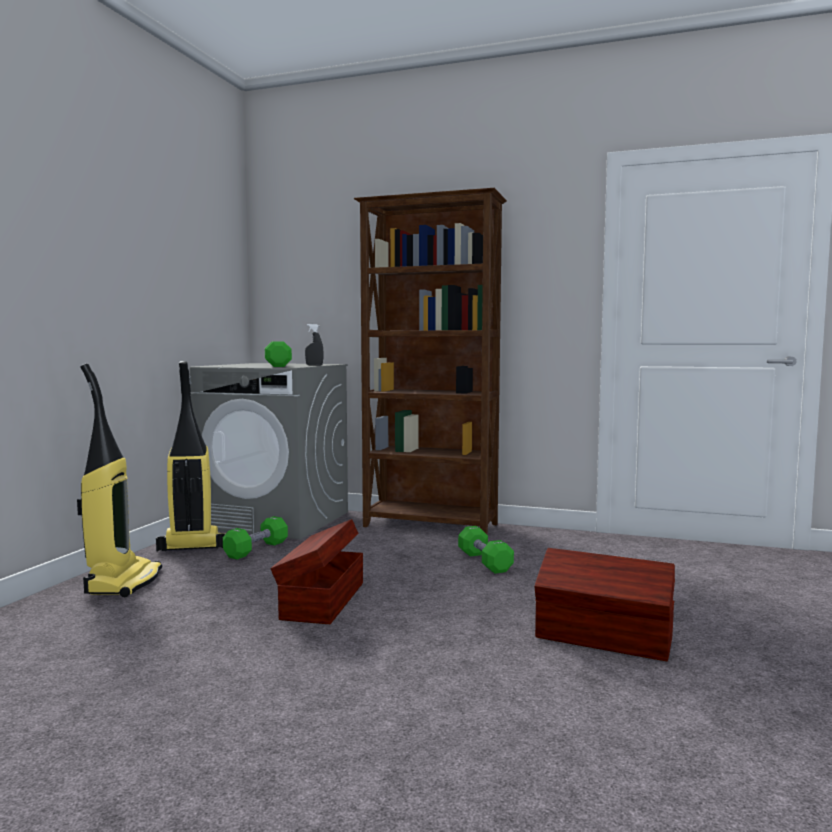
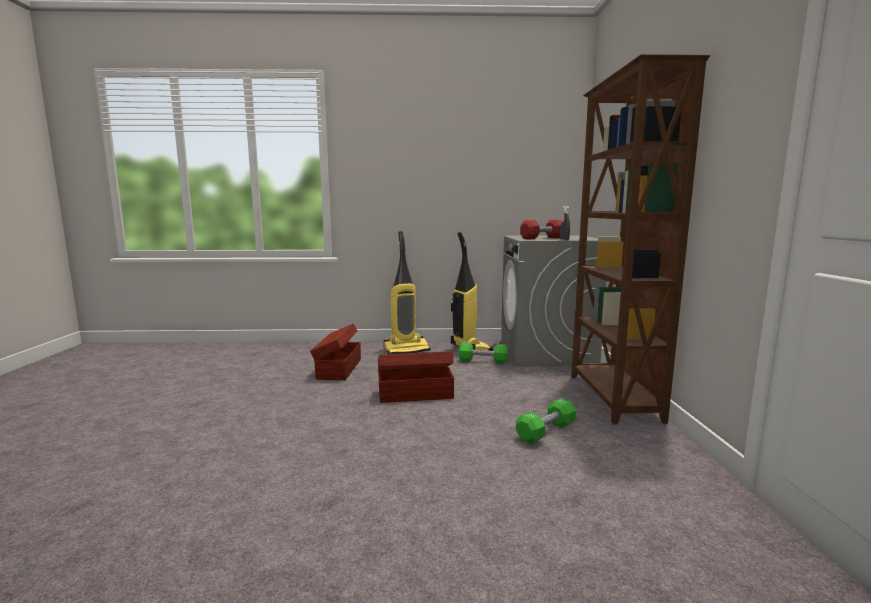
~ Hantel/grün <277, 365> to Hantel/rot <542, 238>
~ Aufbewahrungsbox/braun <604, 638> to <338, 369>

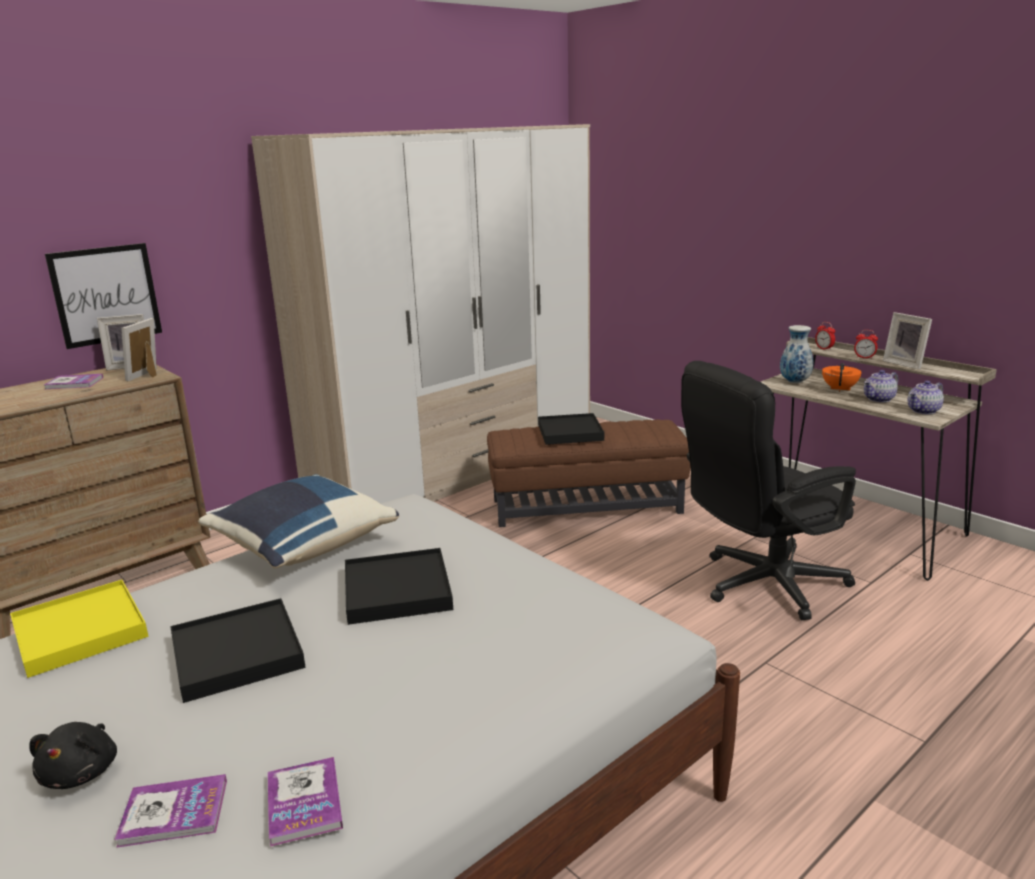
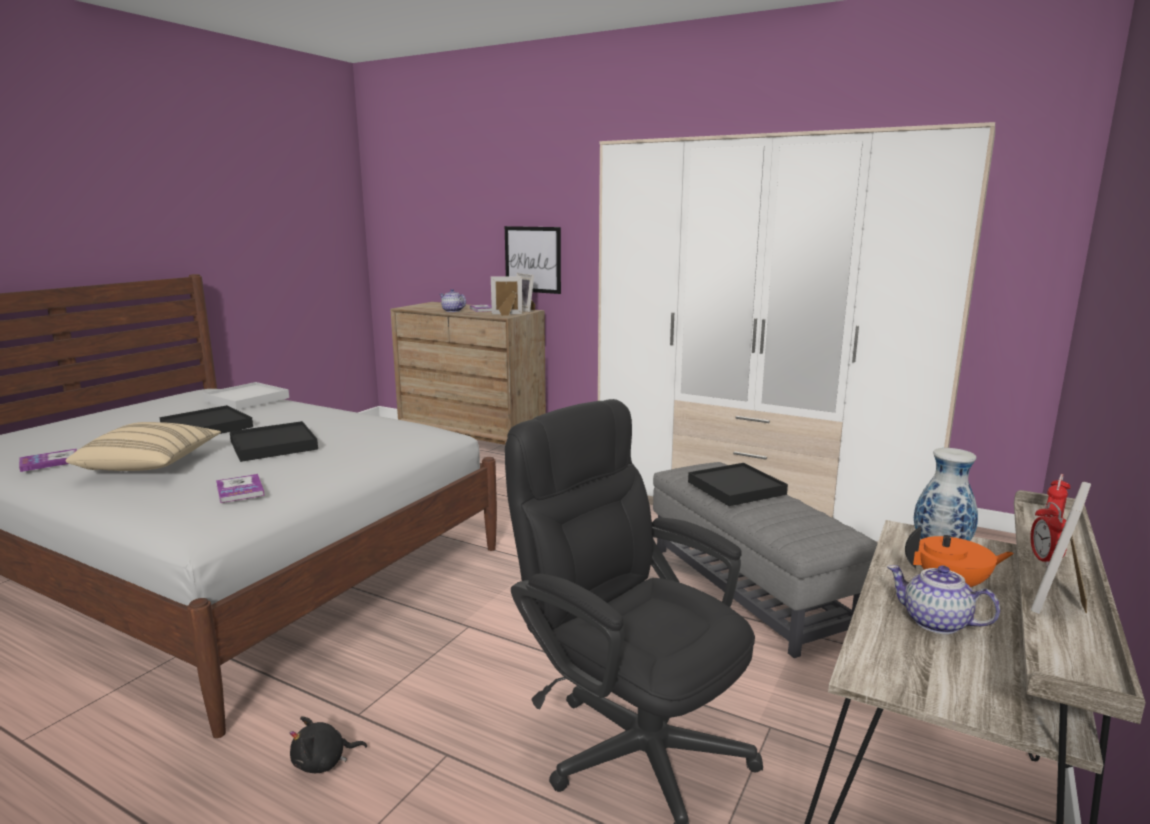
~ Tablett/gelb <80, 632> to Tablett/weiß <246, 399>
~ Plüschtier/schwarz <82, 772> to <323, 762>
~ Buch <174, 813> to <240, 490>
- Kissen/blau <301, 545>
~ Polsterhocker/braun <586, 506> to Polsterhocker/grau <748, 588>
~ Teekanne <923, 411> to <452, 311>
+ Kissen/beige <150, 465>

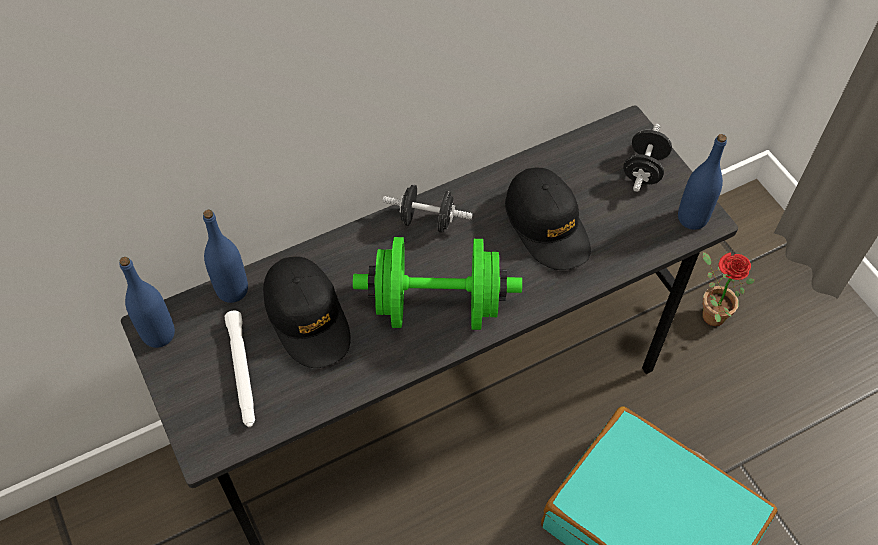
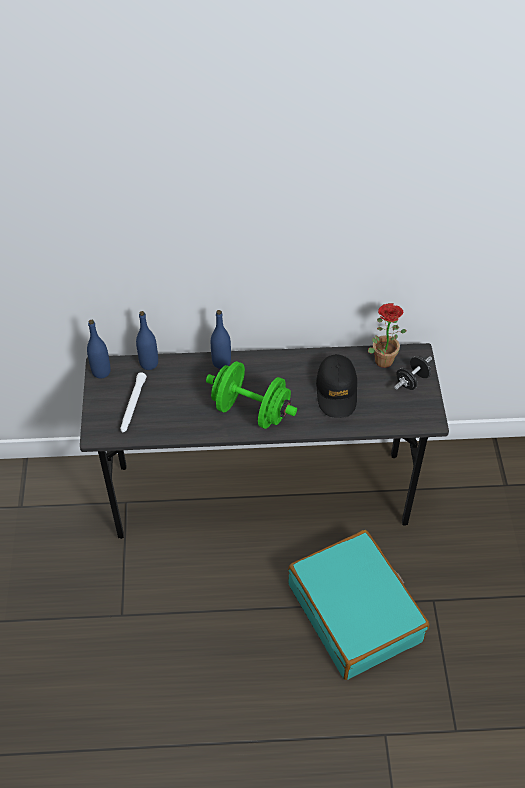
- Kappe/schwarz <308, 318>
- Hantel/schwarz <427, 220>
~ Flasche/blau <692, 218> to <221, 362>
~ Topfpflanze <709, 313> to <381, 357>

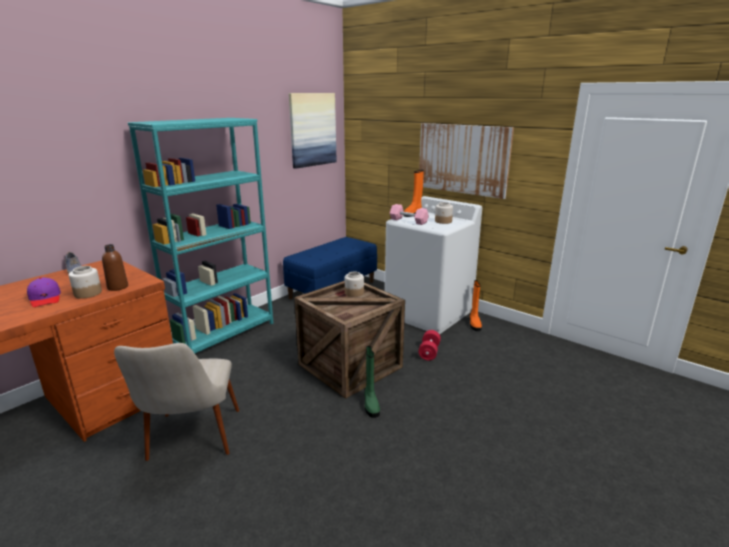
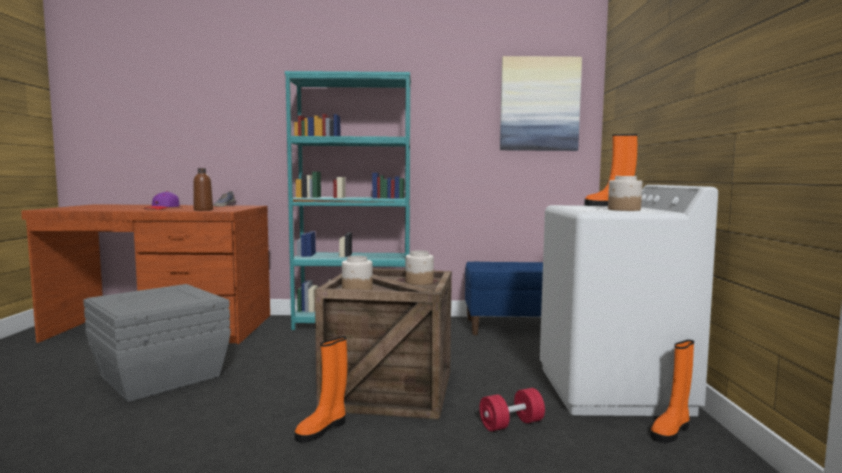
~ Vorratsglas <87, 293> to <356, 290>
~ Stuhl/beige <191, 445> to Aufbewahrungsbox/grau <161, 375>
~ Stiefel/grün <370, 404> to Stiefel/orange <322, 429>
- Hantel/rosa <408, 221>
- Bild <462, 159>

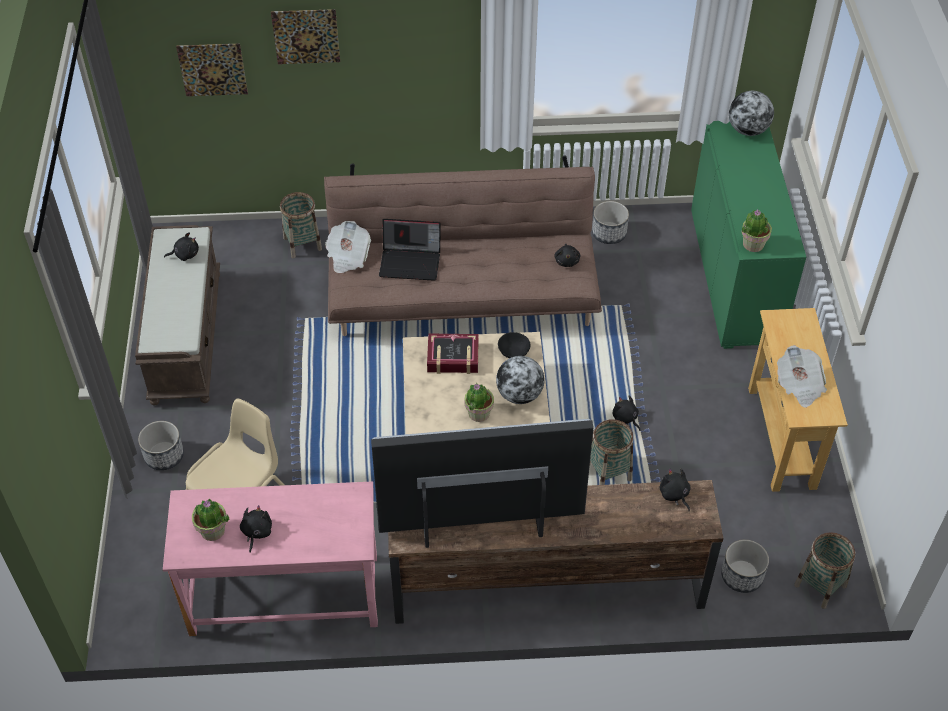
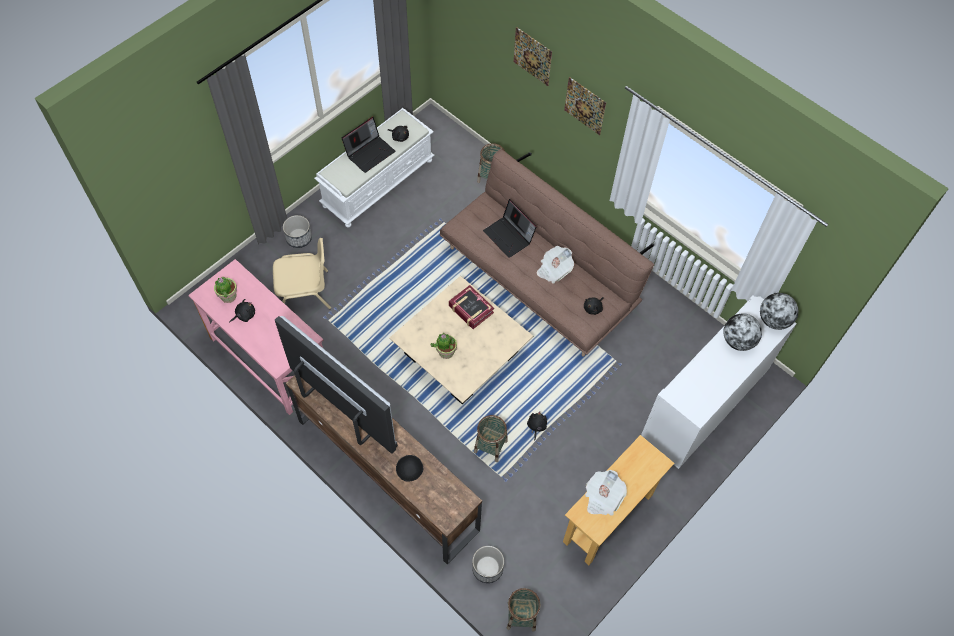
~ Bank/braun <185, 336> to Bank/weiß <378, 182>
~ Bild <212, 69> to <585, 106>
~ Zeitung <348, 256> to <554, 270>
~ Globus <519, 394> to <738, 340>
~ Schüssel/schwarz <513, 352> to <409, 471>
- Pflanzkübel <609, 233>
- Plüschtier/schwarz <674, 495>
~ Schrank/grün <734, 276> to Schrank/weiß <705, 403>
- Topfpflanze <752, 244>
+ Laptop <370, 152>

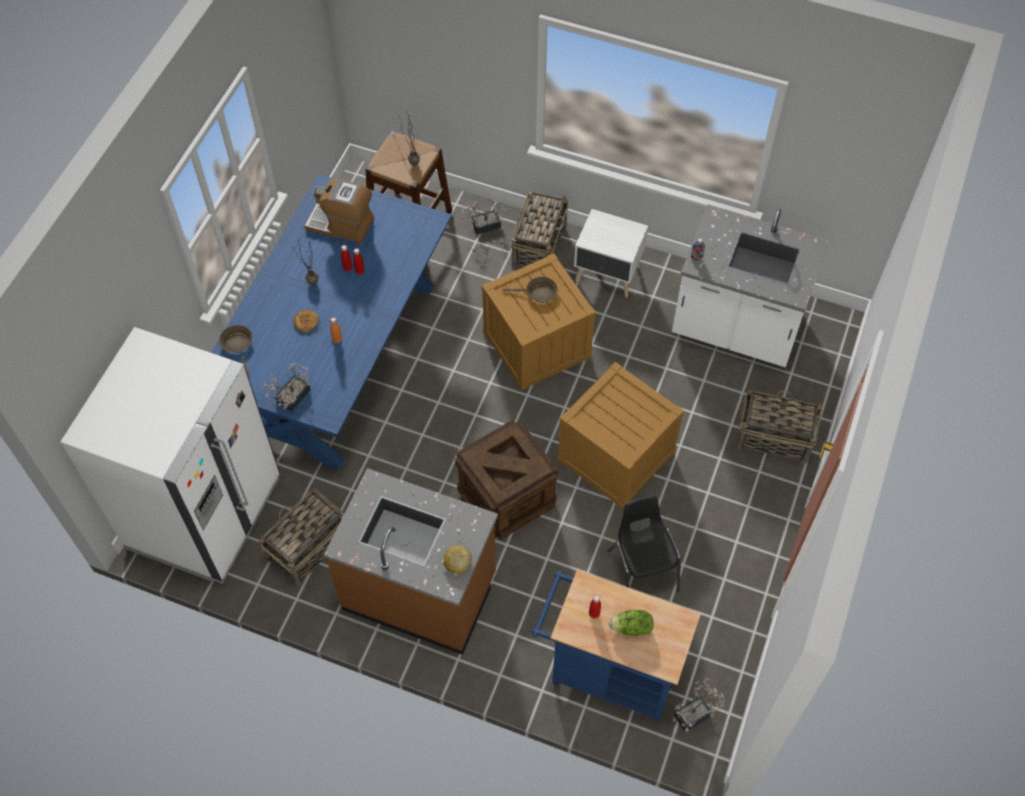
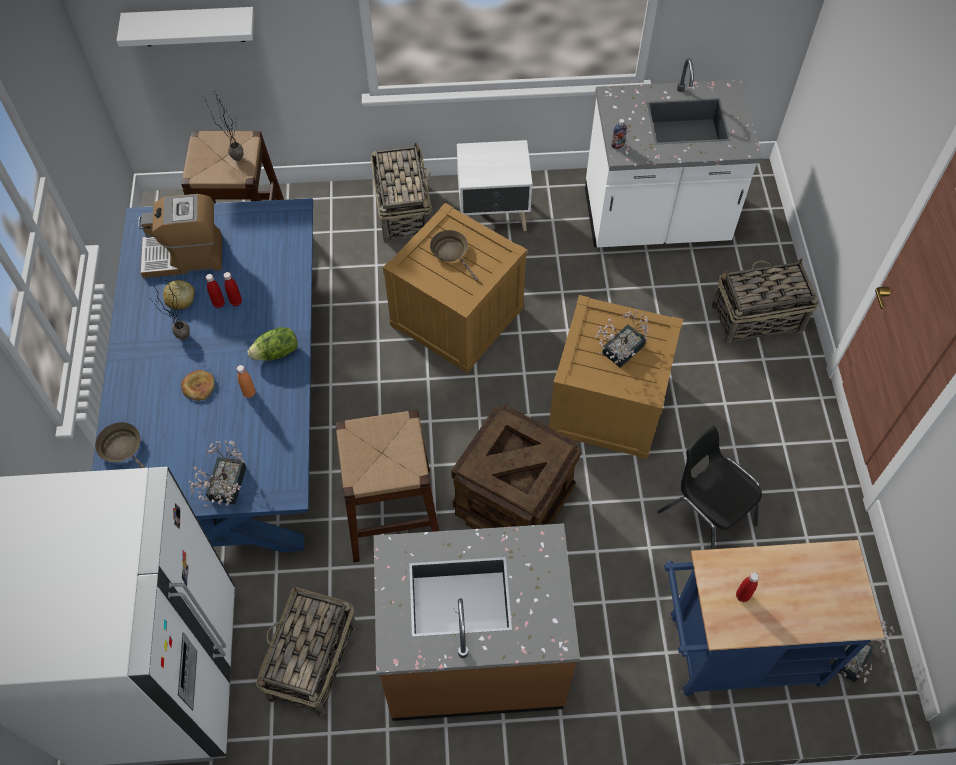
~ Brot <457, 562> to <180, 299>
~ Topfpflanze <482, 225> to <619, 352>
~ Pfanne/braun <538, 293> = <451, 252> 105 degrees counterclockwise
~ Salatkopf <631, 628> to <276, 353>
+ Wandregal/weiß <191, 26>
+ Hocker/braun <392, 513>

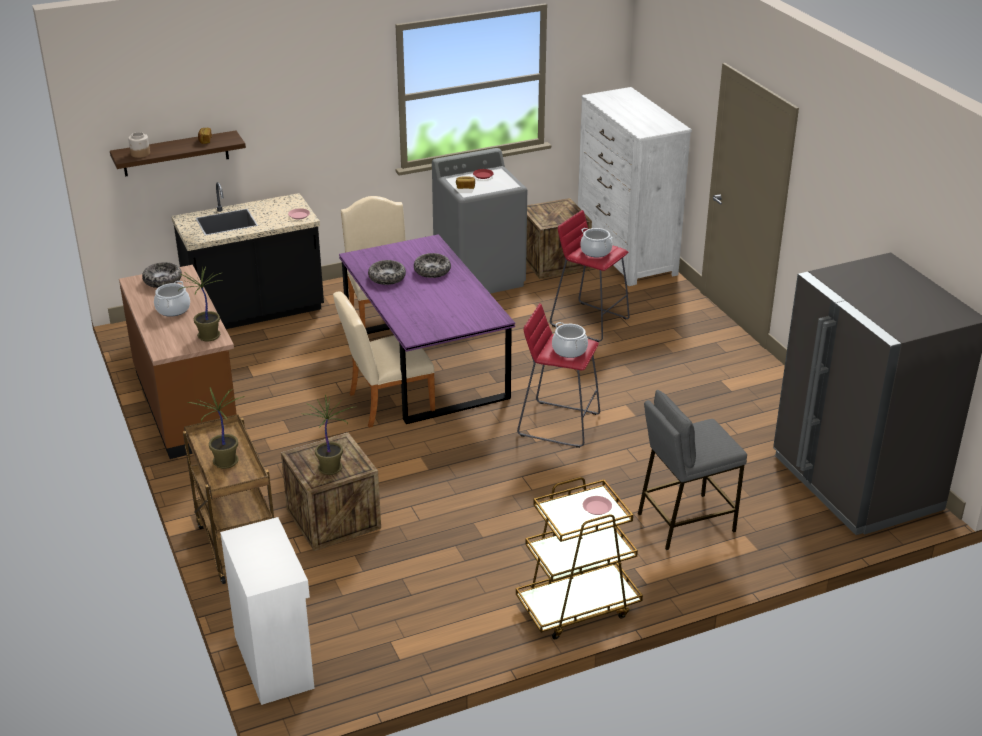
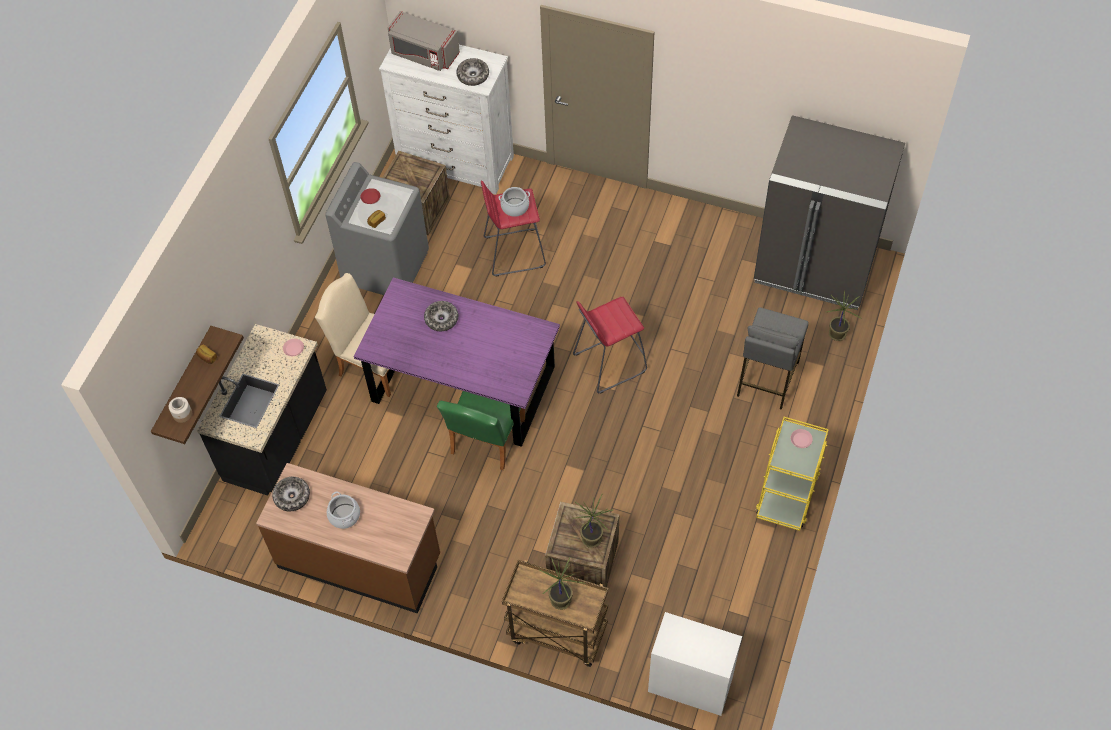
~ Topfpflanze <208, 337> to <837, 335>
~ Stuhl/beige <385, 404> to Stuhl/grün <485, 441>
~ Schüssel <387, 277> to <473, 75>
~ Rollwagen/braun <577, 607> to Rollwagen/gelb <787, 493>
- Kochtopf <569, 350>
+ Mikrowelle/grau <424, 54>

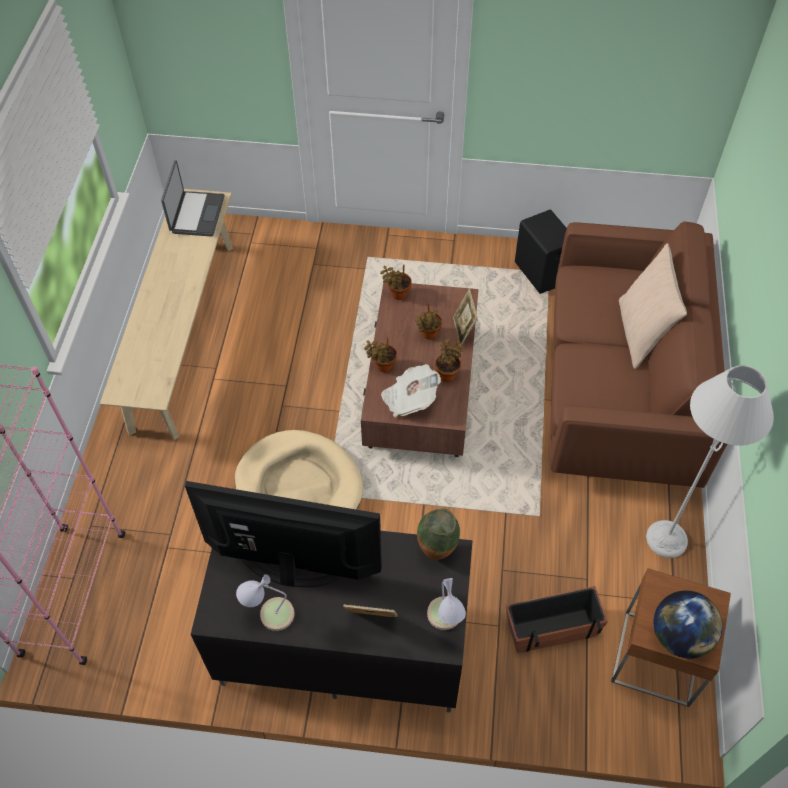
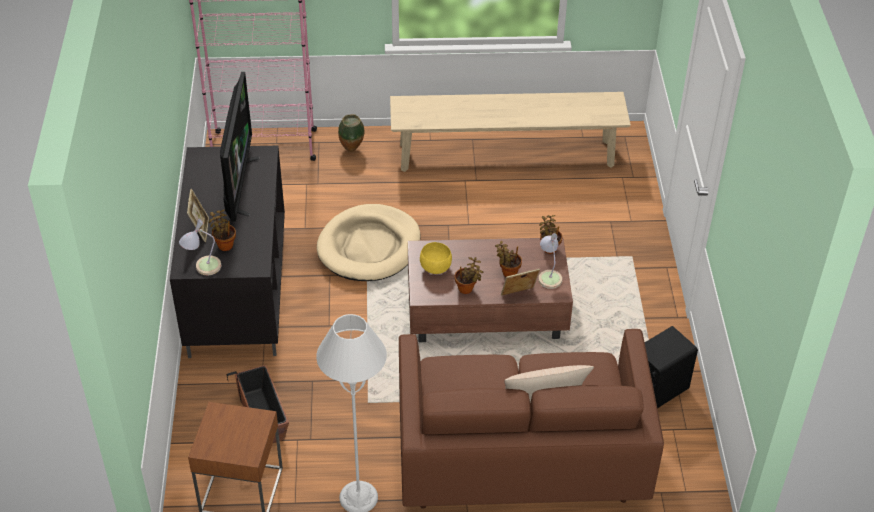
- Laptop <196, 214>
~ Tischlampe <269, 614> to <549, 276>
~ Topfpflanze <382, 366> to <224, 244>
~ Zeitung <409, 399> to Schüssel/gelb <435, 267>
~ Vase <436, 550> to <352, 150>
- Globus <679, 636>

